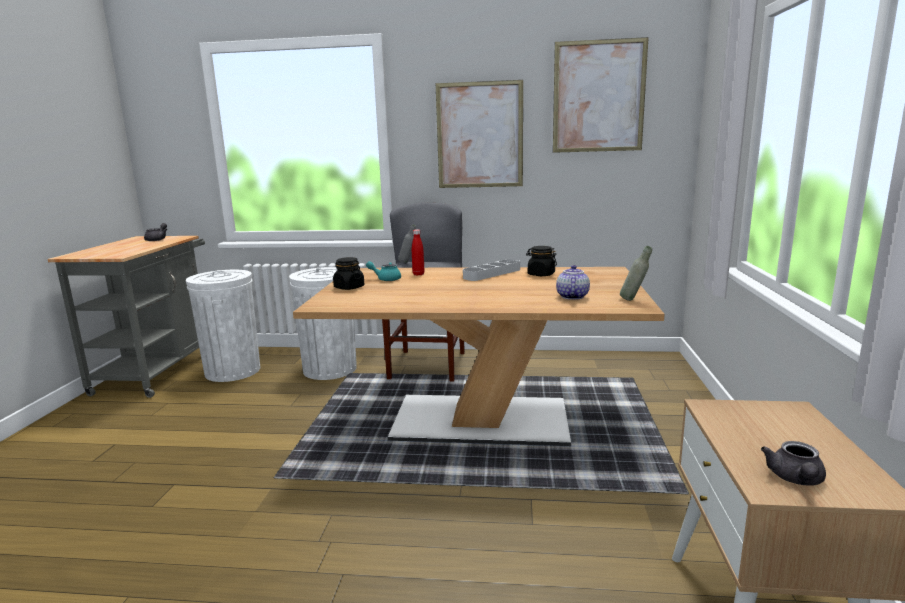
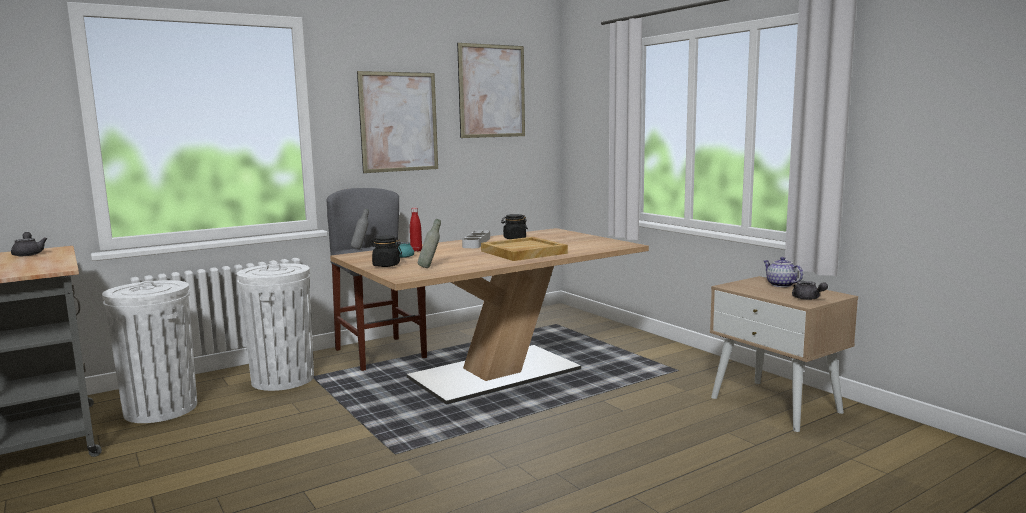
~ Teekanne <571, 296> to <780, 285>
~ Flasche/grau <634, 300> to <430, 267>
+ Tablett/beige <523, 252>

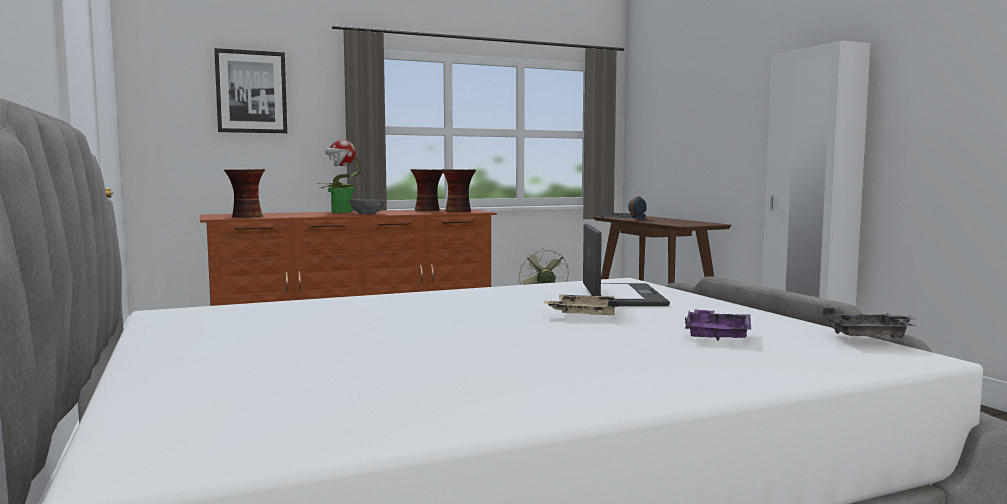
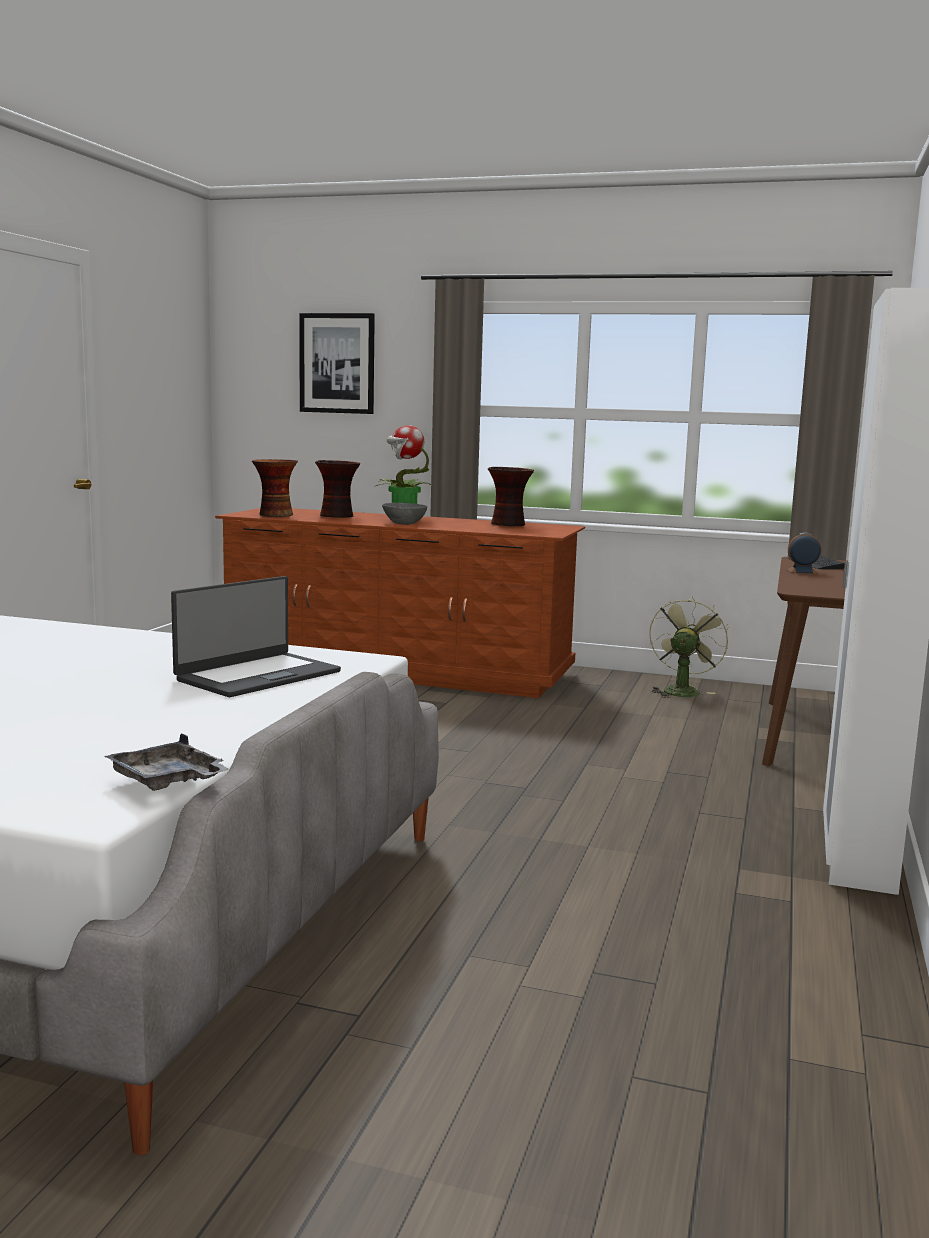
~ Vase <459, 211> to <338, 516>
- Tablett/beige <583, 314>
- Tablett/lila <717, 335>

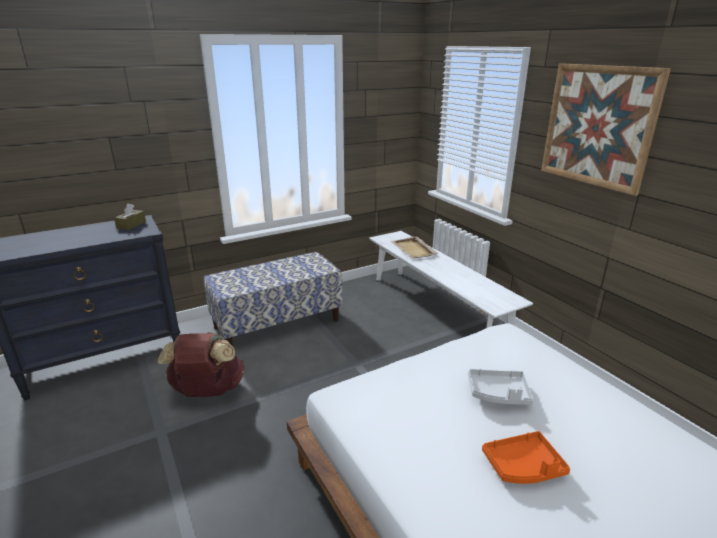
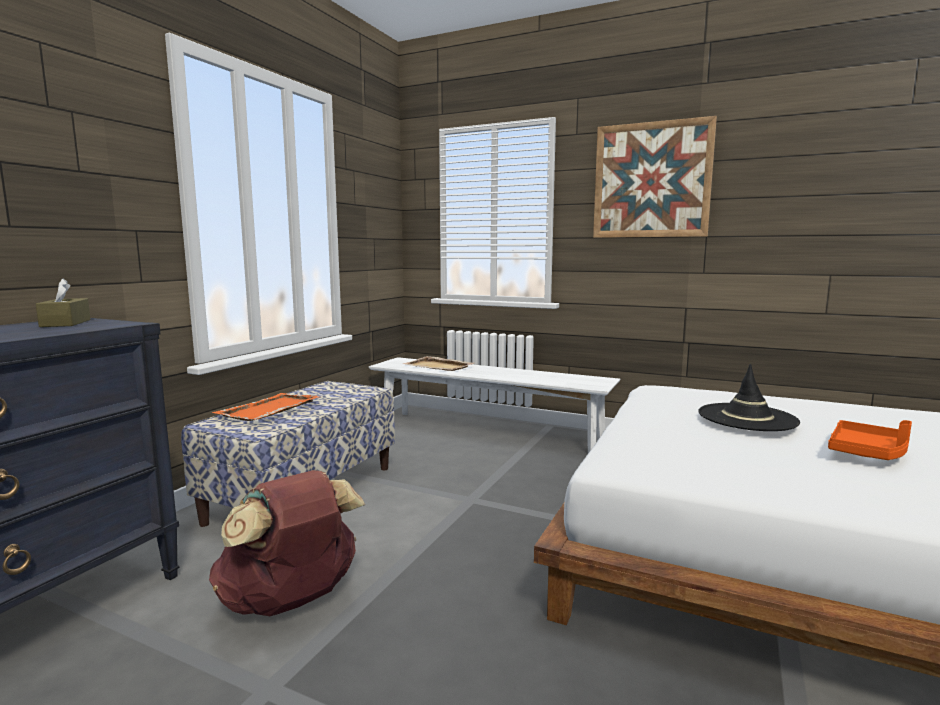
~ Tablett/grau <498, 394> to Hut/schwarz <747, 418>
+ Tablett/orange <268, 409>

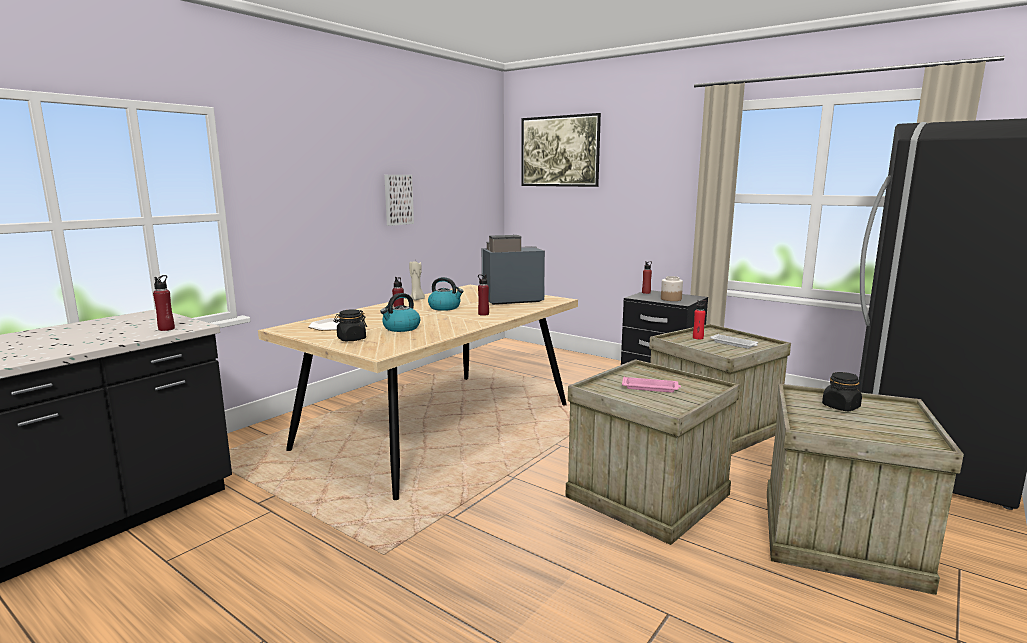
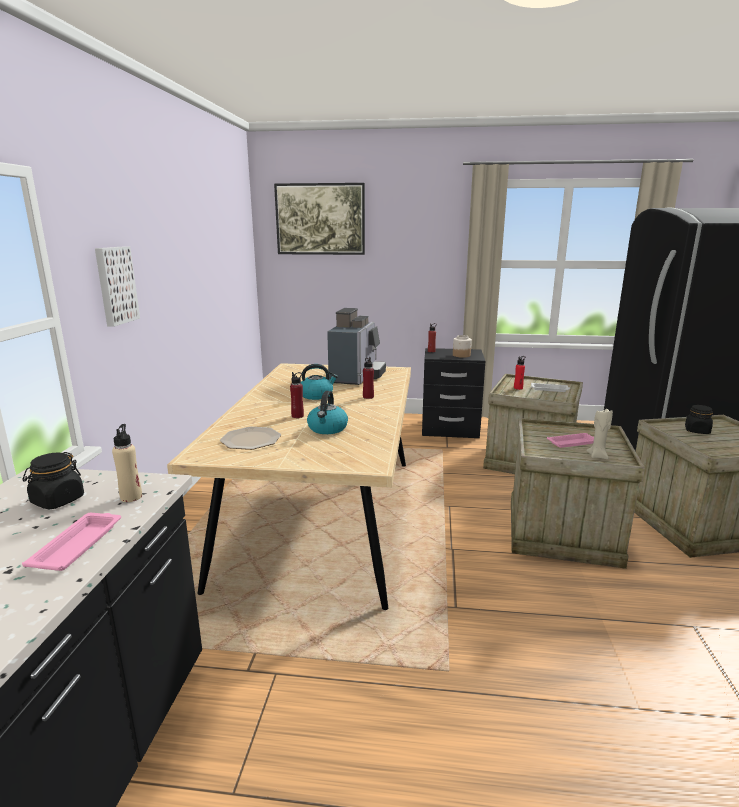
~ Flasche/rot <166, 329> to Flasche/beige <131, 497>
~ Vorratsglas/schwarz <351, 339> to <57, 500>
~ Bild <397, 199> to <115, 285>
~ Kerze/beige <417, 299> to <597, 456>
~ Kaffeemaschine <509, 300> = <356, 377> 150 degrees clockwise
+ Tablett/rosa <78, 545>

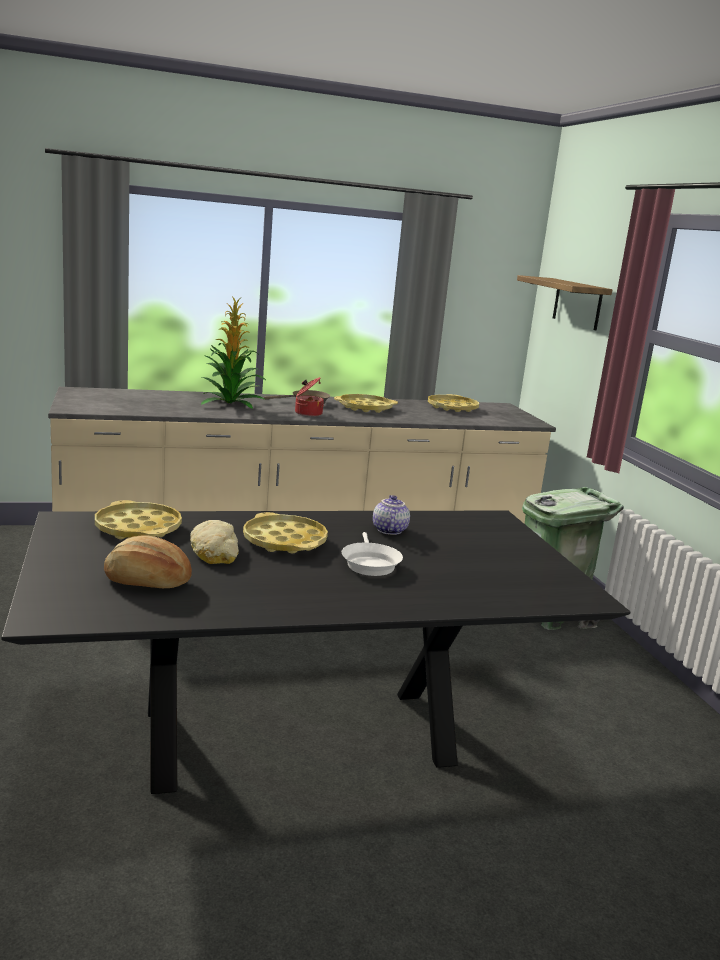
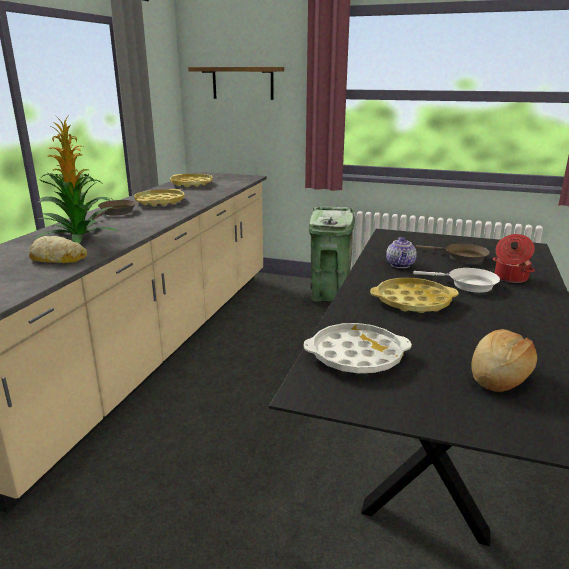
~ Tablett/gelb <138, 528> to Tablett/weiß <356, 355>
~ Brot <214, 551> to <58, 258>
~ Kochtopf <307, 413> to <510, 278>
~ Teekanne <388, 530> = <401, 265> 120 degrees counterclockwise
+ Pfanne/braun <461, 258>

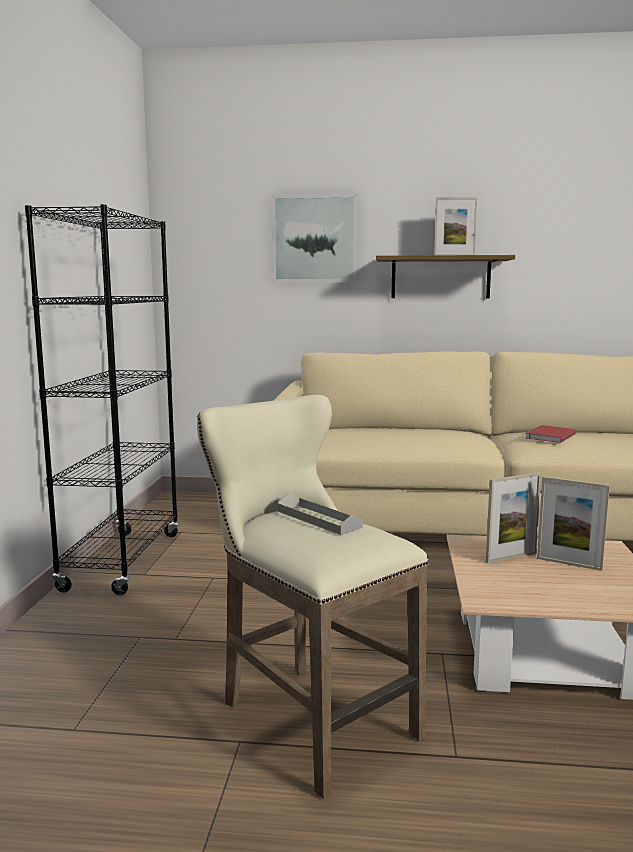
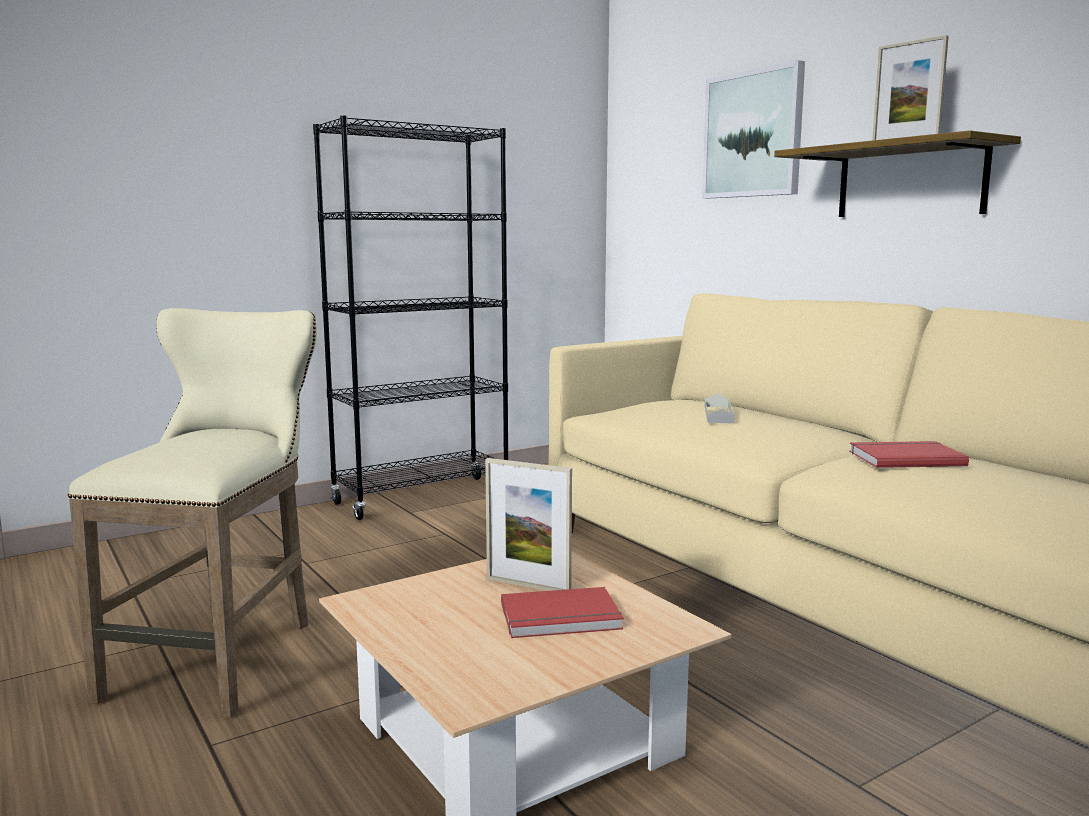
~ Tablett/grau <318, 519> to <718, 414>
~ Bilderrahmen <569, 564> to Buch/rot <561, 618>

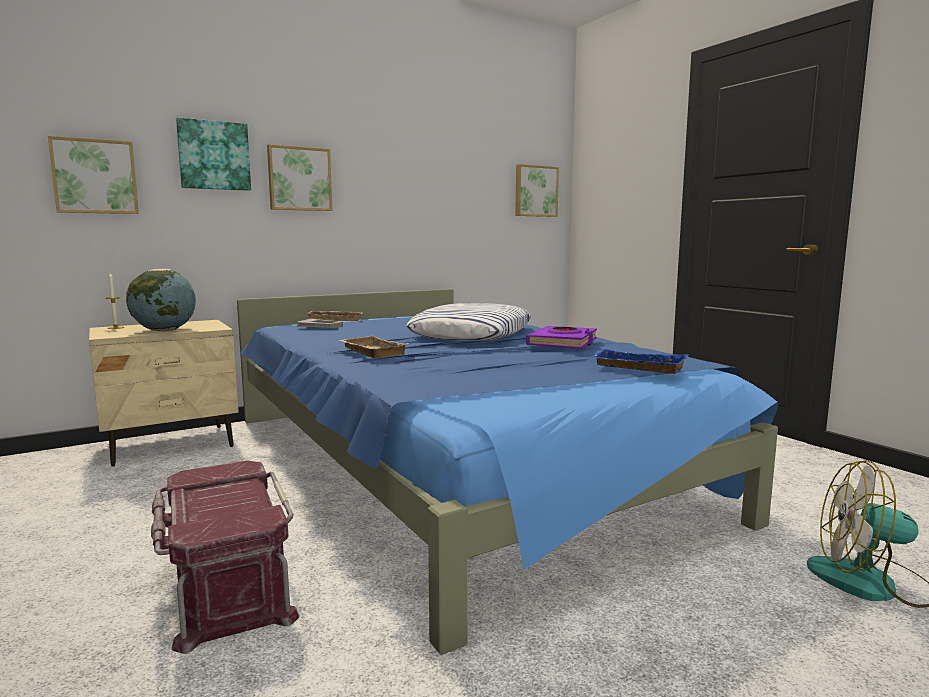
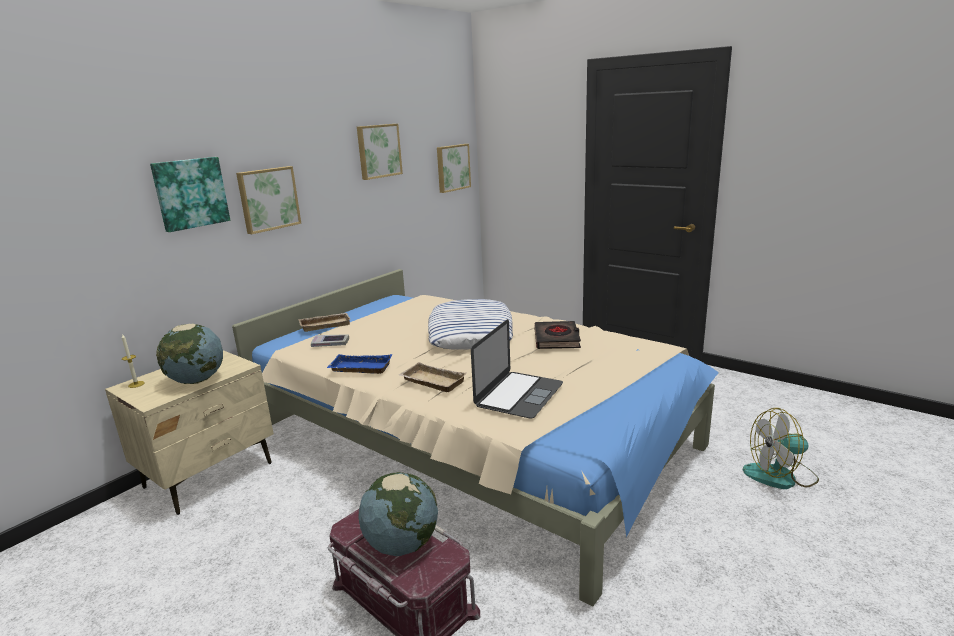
~ Bild <95, 177> to <378, 151>
~ Bett/blau <451, 464> to Bett/beige <471, 439>
~ Buch/lila <563, 343> to Buch/schwarz <557, 339>
~ Tablett/blau <637, 367> to <359, 369>
+ Globus <401, 544>
+ Laptop <519, 394>

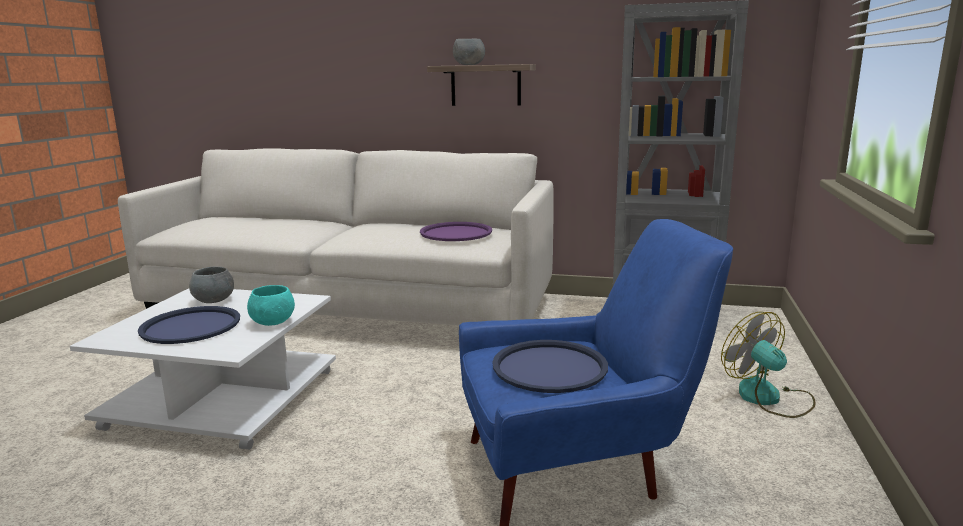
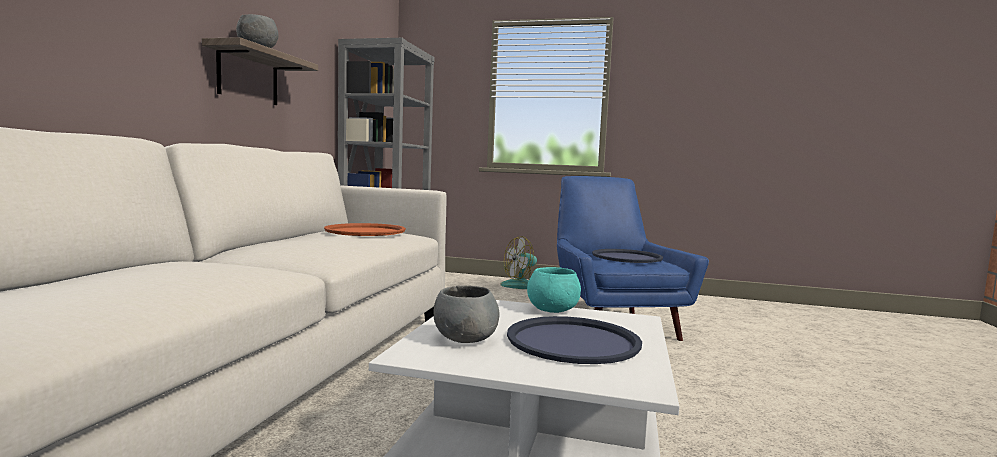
~ Tablett/lila <456, 233> to Tablett/orange <365, 231>

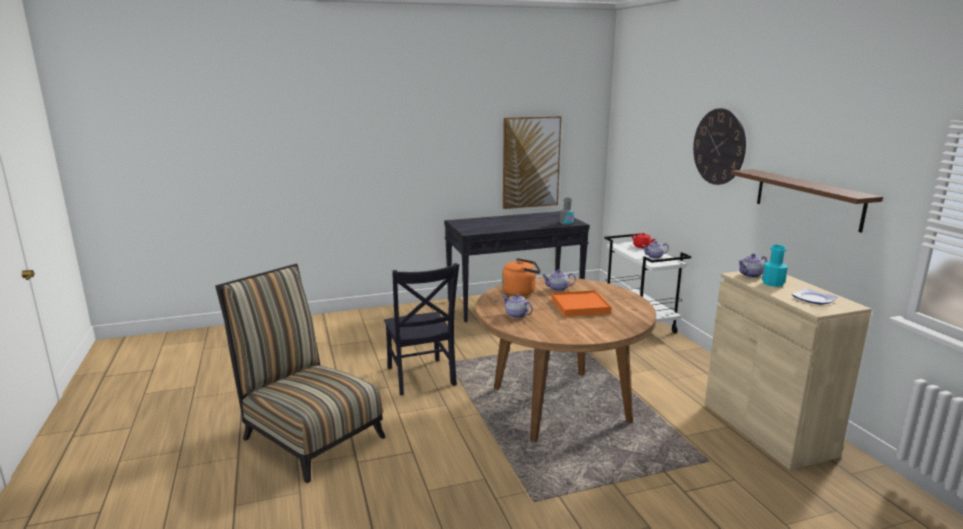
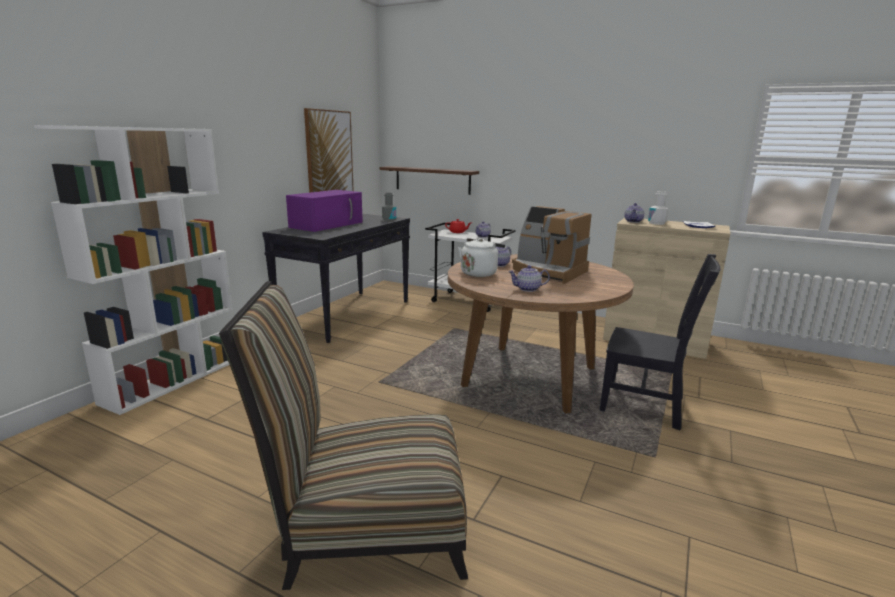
~ Stuhl/schwarz <421, 378> to <646, 406>
~ Wasserkessel/orange <521, 292> to Wasserkessel/weiß <479, 273>
~ Tablett/orange <580, 306> to Kaffeemaschine <548, 271>
- Wanduhr <719, 146>
~ Wandregal/braun <807, 199> to <432, 180>
~ Flasche/türkis <772, 283> to Flasche/weiß <656, 223>
+ Bücherregal/weiß <173, 380>
+ Mikrowelle/lila <327, 224>

